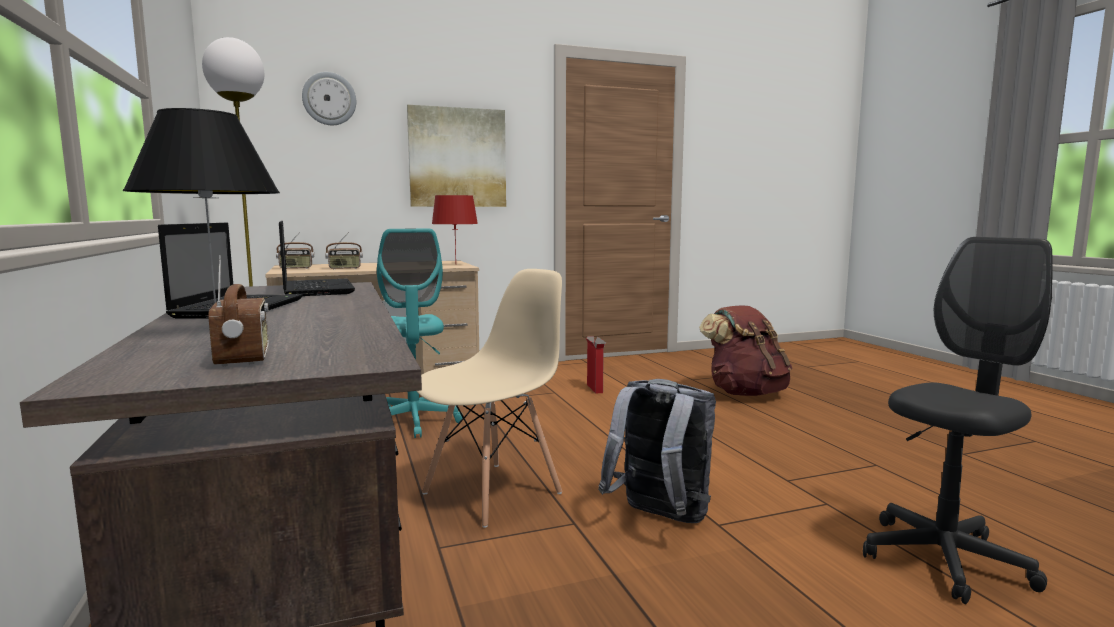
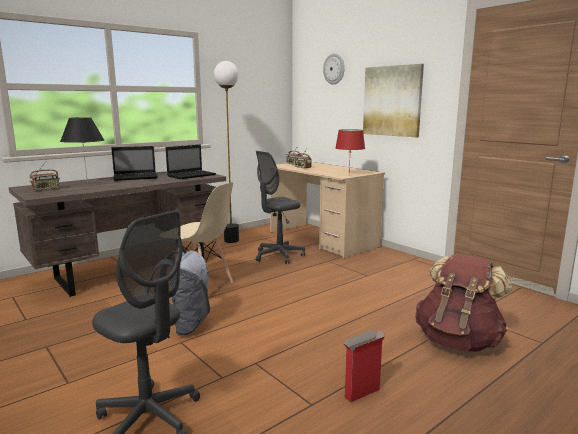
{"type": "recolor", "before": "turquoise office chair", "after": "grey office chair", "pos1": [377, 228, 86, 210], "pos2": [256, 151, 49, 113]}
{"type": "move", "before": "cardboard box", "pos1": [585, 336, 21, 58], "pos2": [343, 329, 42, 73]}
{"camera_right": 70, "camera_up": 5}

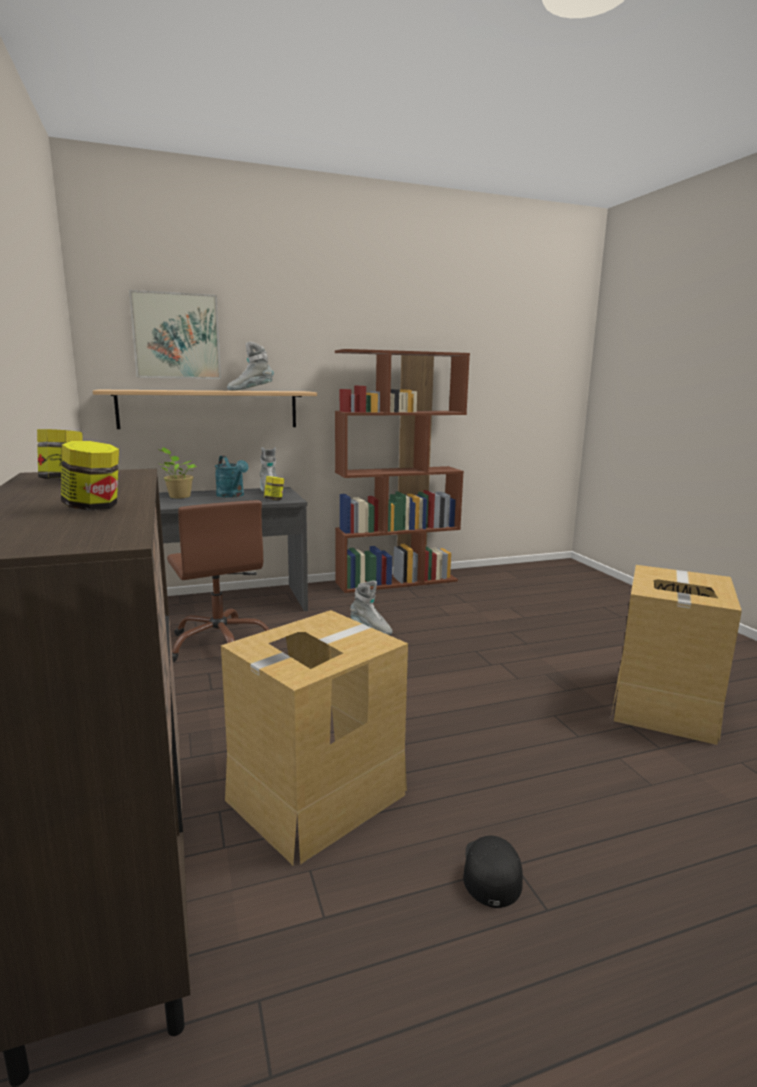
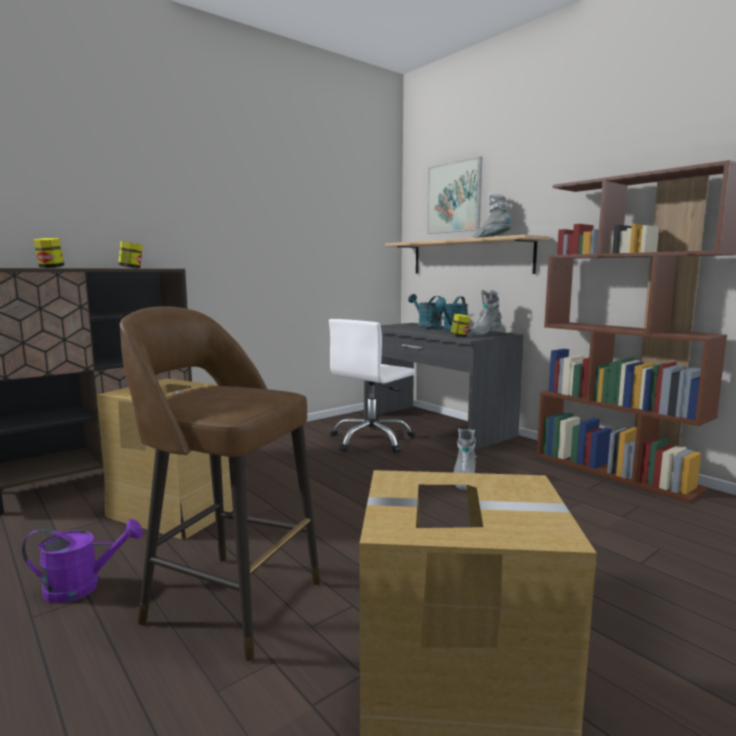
{"type": "replace", "before": "black cap", "after": "purple watering can", "pos1": [463, 836, 60, 72], "pos2": [22, 519, 121, 84]}
{"type": "insert", "after": "brown stool", "pos2": [120, 306, 201, 356]}
{"type": "recolor", "before": "brown office chair", "after": "white office chair", "pos1": [167, 500, 102, 162], "pos2": [329, 319, 86, 134]}
{"type": "replace", "before": "potted plant", "after": "turquoise watering can", "pos1": [158, 447, 39, 51], "pos2": [408, 294, 35, 35]}
{"camera_right": 70, "camera_up": -5}

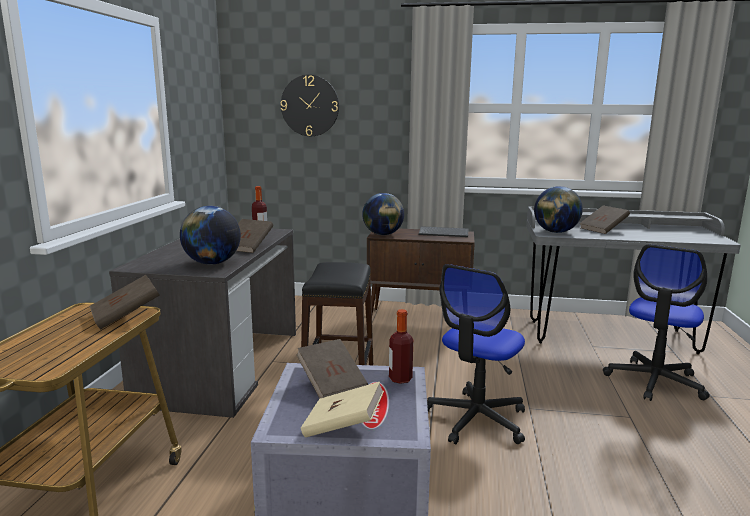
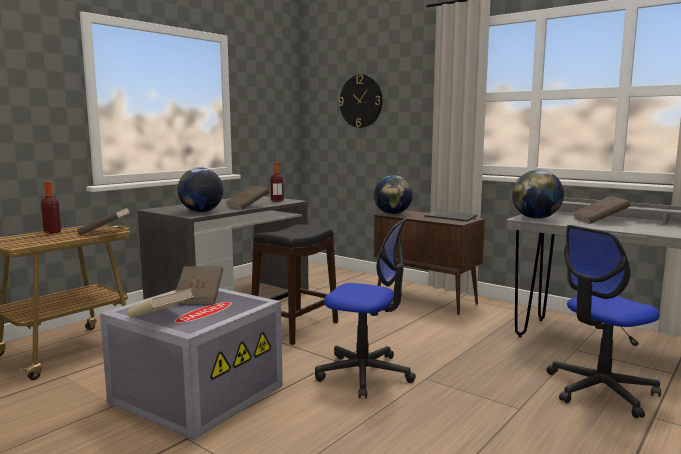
{"type": "move", "before": "bottle", "pos1": [389, 309, 24, 75], "pos2": [41, 181, 20, 53]}
{"type": "rotate", "before": "office chair", "pos1": [427, 264, 98, 180], "pos2": [315, 218, 101, 180], "turn": -135}
{"camera_right": 30, "camera_up": -5}

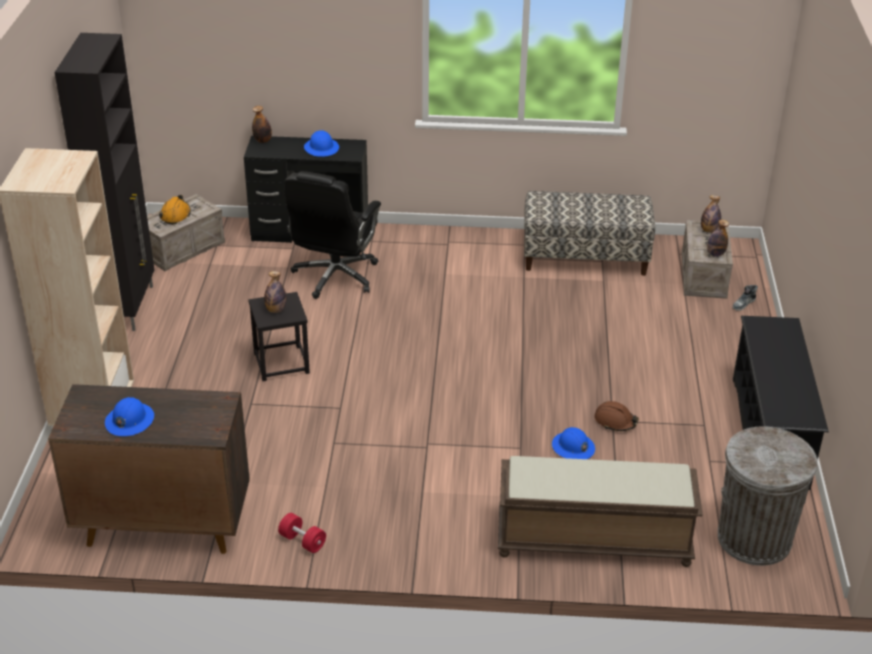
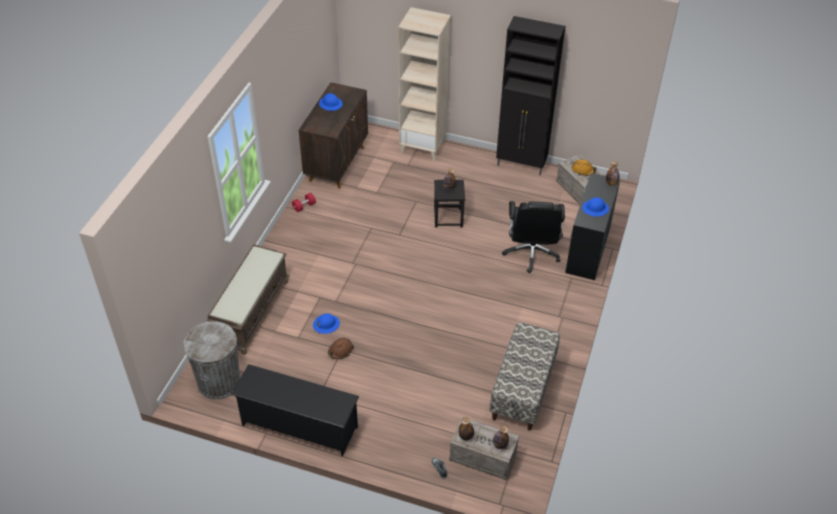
{"type": "rotate", "before": "black office chair", "pos1": [284, 171, 97, 128], "pos2": [502, 201, 63, 72], "turn": -120}
{"camera_right": 105, "camera_up": 10}

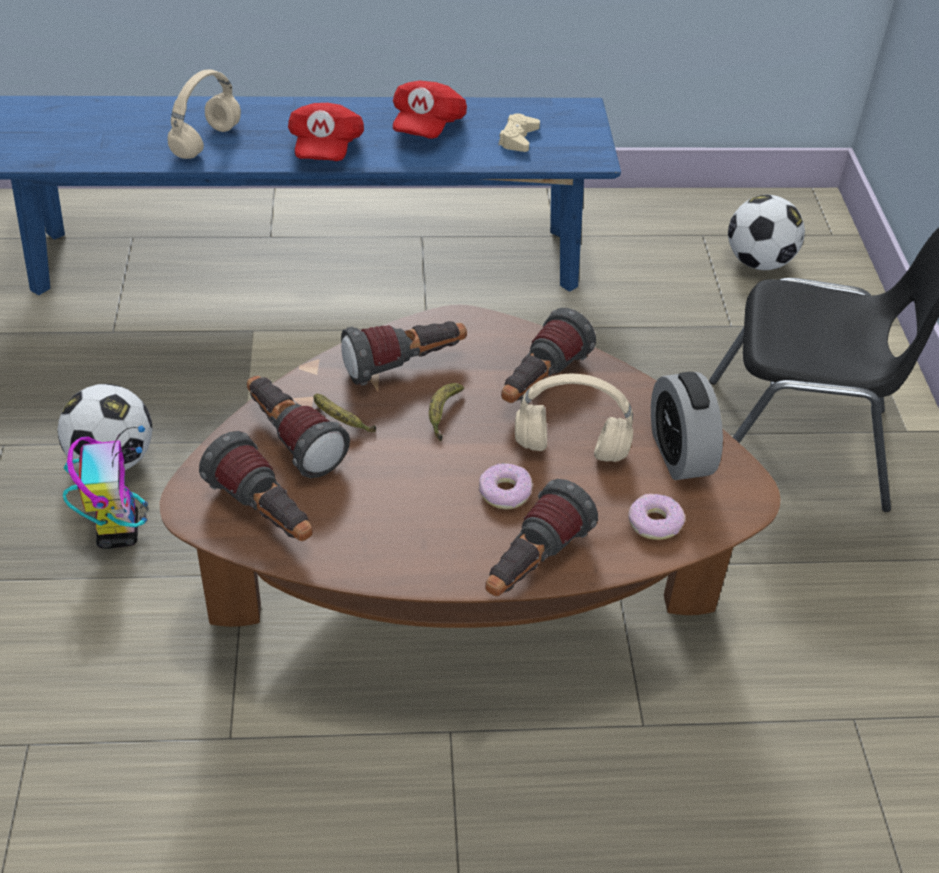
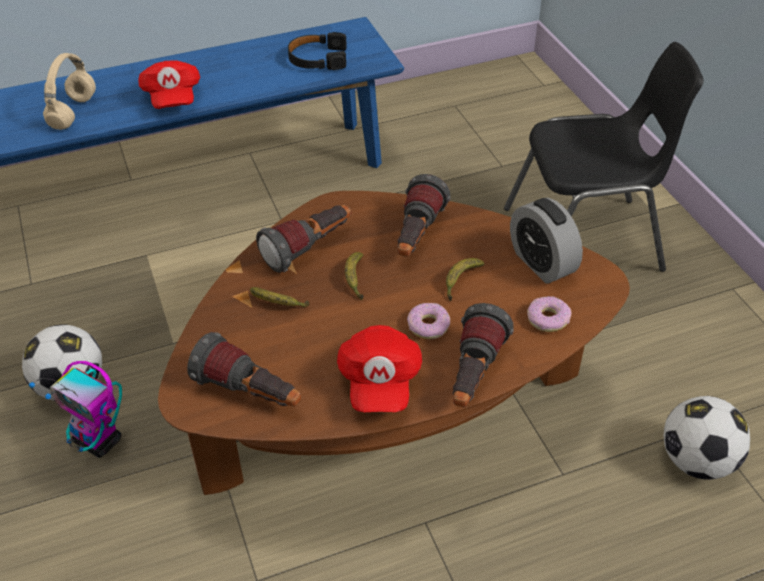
{"type": "rotate", "before": "toy robot", "pos1": [63, 425, 86, 124], "pos2": [28, 361, 94, 97], "turn": 150}
{"type": "replace", "before": "beige game controller", "after": "black headphones", "pos1": [498, 113, 42, 39], "pos2": [288, 32, 59, 38]}
{"type": "move", "before": "red cap", "pos1": [393, 81, 74, 58], "pos2": [337, 325, 85, 87]}
{"type": "replace", "before": "beige headphones", "after": "banana", "pos1": [515, 374, 118, 88], "pos2": [446, 258, 38, 43]}
{"type": "move", "before": "football", "pos1": [728, 194, 77, 76], "pos2": [664, 396, 86, 84]}
{"type": "delete", "before": "flashlight", "pos1": [247, 375, 103, 103]}
{"camera_right": -15, "camera_up": 0}

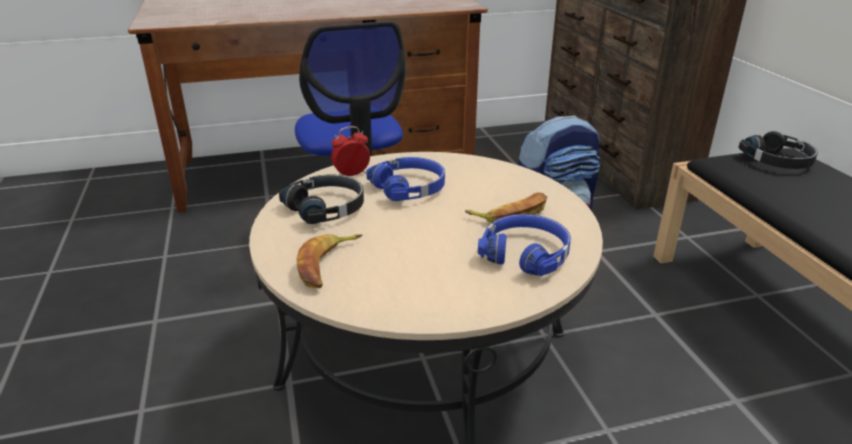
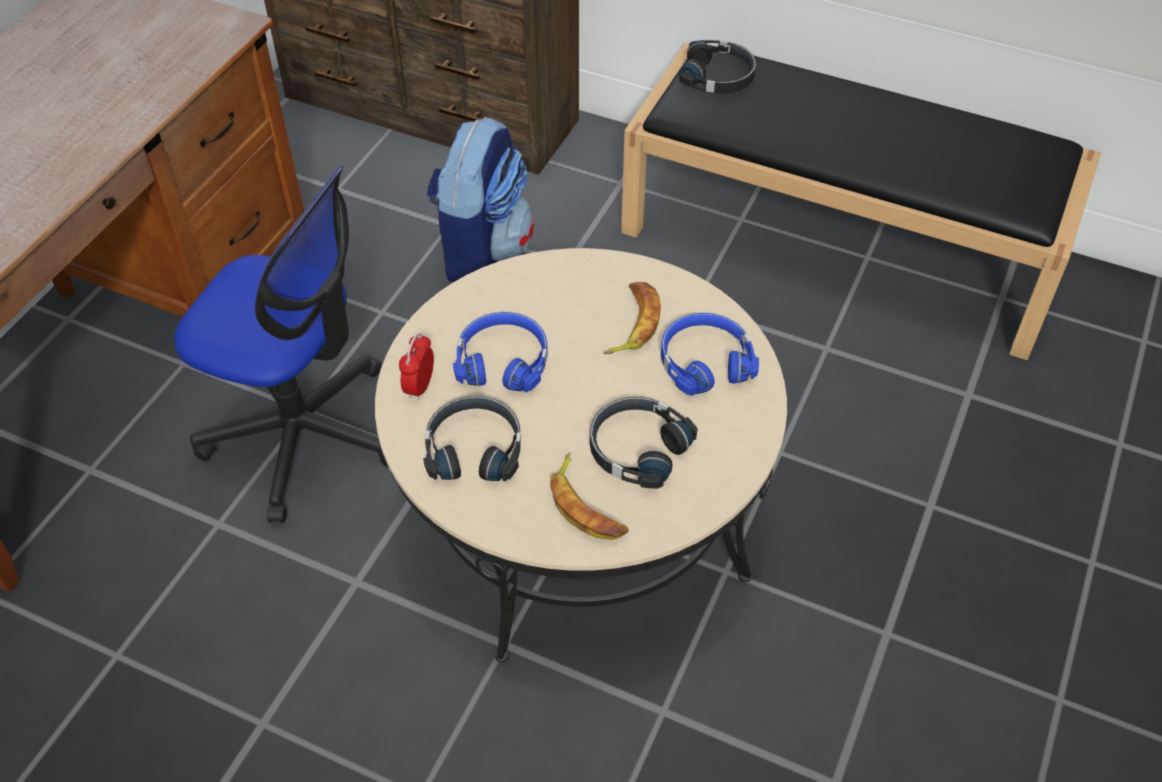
{"type": "insert", "after": "black headphones", "pos2": [590, 397, 107, 92]}
{"camera_right": -50, "camera_up": 20}

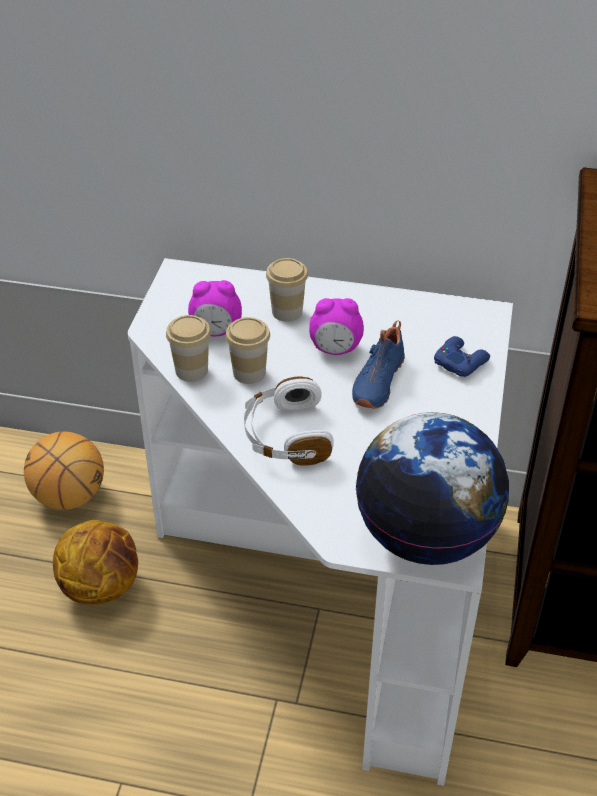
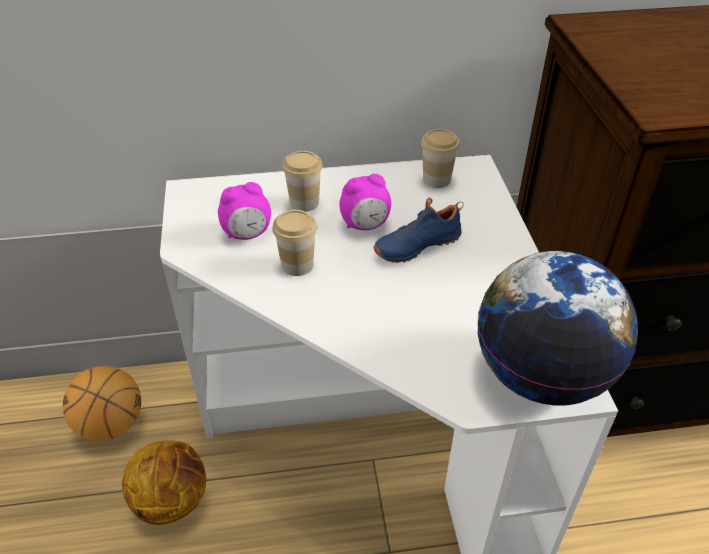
{"type": "rotate", "before": "blue shoe", "pos1": [352, 320, 53, 88], "pos2": [373, 197, 90, 66], "turn": 60}
{"type": "move", "before": "cup", "pos1": [166, 315, 45, 67], "pos2": [421, 129, 39, 59]}
{"type": "delete", "before": "white headphones", "pos1": [244, 376, 90, 89]}
{"type": "delete", "before": "blue game controller", "pos1": [434, 336, 56, 41]}
{"camera_right": -20, "camera_up": 0}

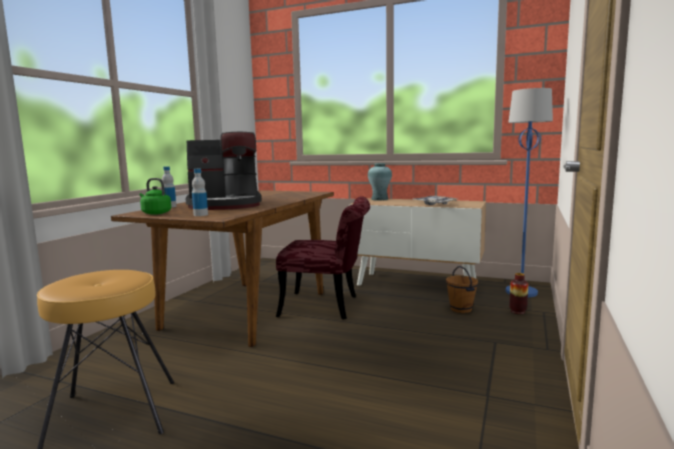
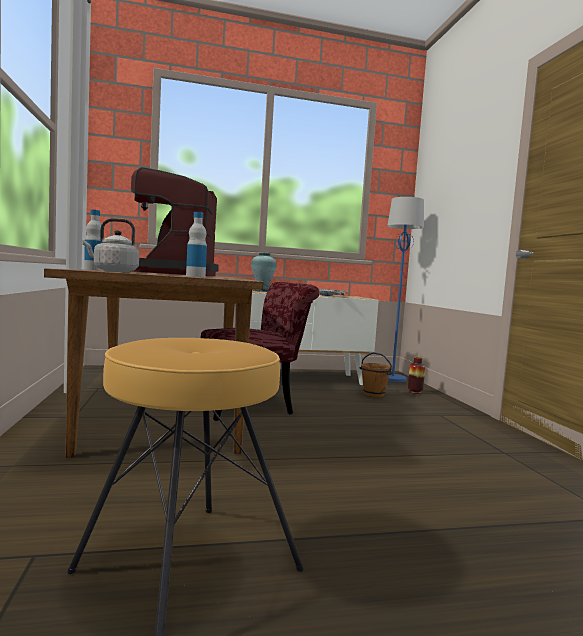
{"type": "recolor", "before": "green kettle", "after": "grey kettle", "pos1": [140, 178, 31, 37], "pos2": [83, 218, 56, 54]}
{"type": "rotate", "before": "coffee machine", "pos1": [185, 132, 77, 78], "pos2": [131, 167, 88, 109], "turn": 135}
{"camera_right": -35, "camera_up": -5}

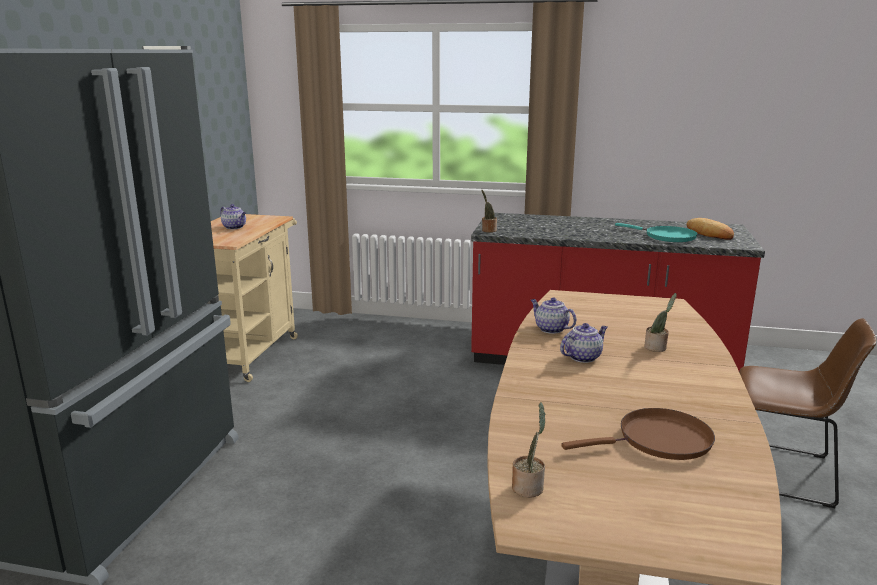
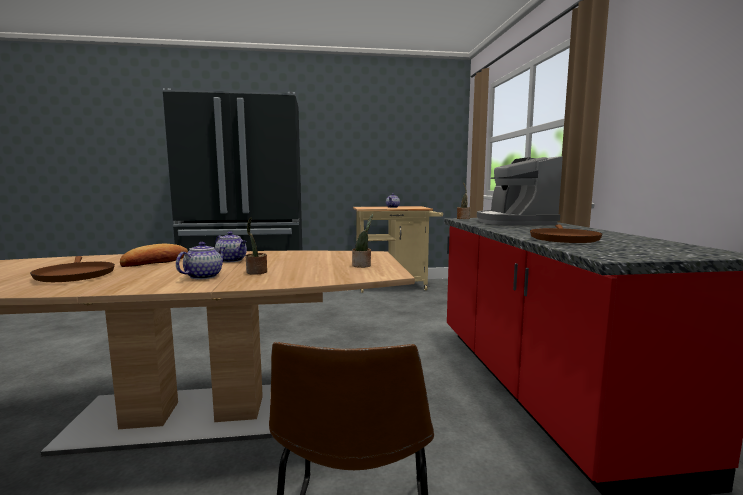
{"type": "move", "before": "bread", "pos1": [686, 218, 48, 22], "pos2": [120, 244, 68, 23]}
{"type": "move", "before": "teapot", "pos1": [531, 298, 45, 36], "pos2": [176, 242, 50, 37]}
{"type": "move", "before": "potted plant", "pos1": [512, 402, 33, 96], "pos2": [352, 214, 21, 54]}
{"type": "insert", "after": "coffee machine", "pos2": [477, 156, 86, 69]}
{"type": "recolor", "before": "turquoise frying pan", "after": "brown frying pan", "pos1": [615, 223, 83, 19], "pos2": [530, 225, 73, 18]}
{"camera_right": 70, "camera_up": -10}

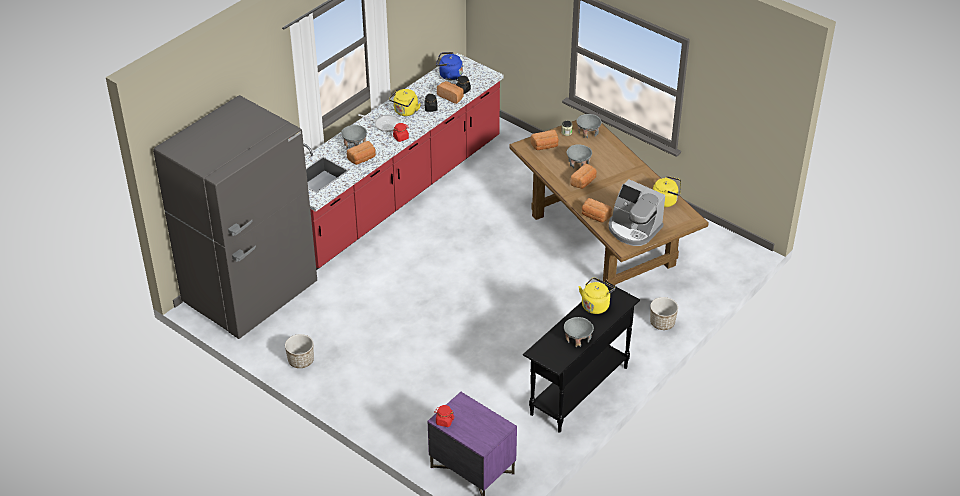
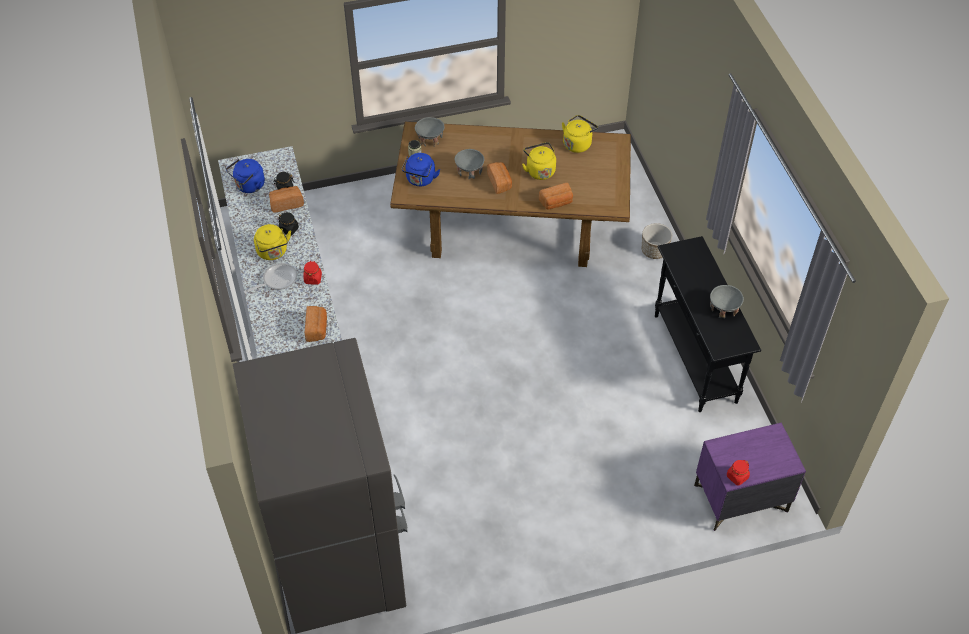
{"type": "replace", "before": "bread", "after": "blue kettle", "pos1": [531, 130, 28, 20], "pos2": [402, 153, 38, 33]}
{"type": "move", "before": "yellow kettle", "pos1": [579, 277, 36, 37], "pos2": [522, 142, 34, 38]}
{"type": "delete", "before": "planter", "pos1": [285, 334, 29, 34]}
{"type": "delete", "before": "grey bowl", "pos1": [341, 125, 26, 23]}
{"type": "delete", "before": "coffee machine", "pos1": [609, 179, 56, 67]}
{"camera_right": -55, "camera_up": 10}

